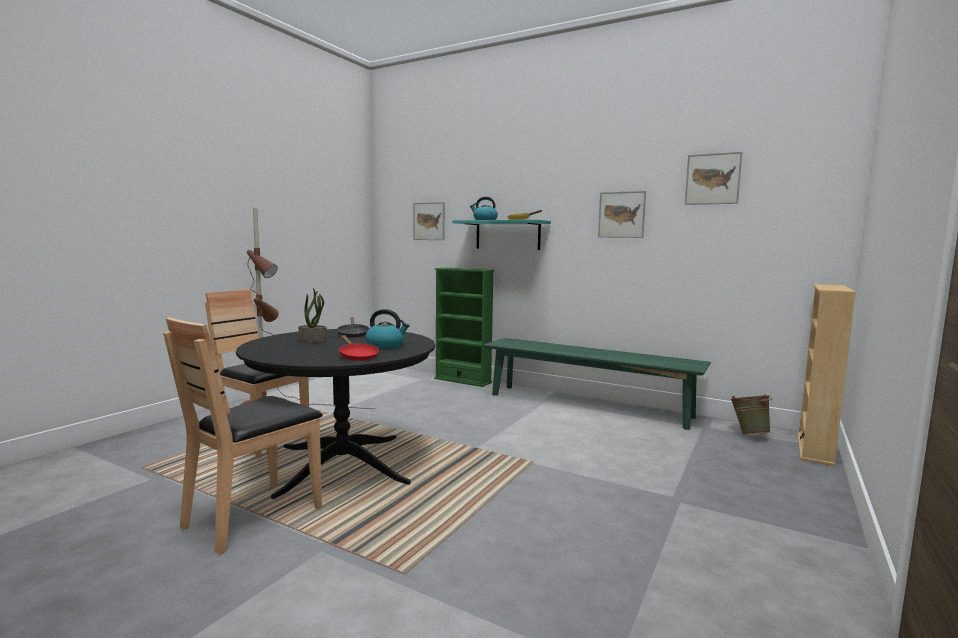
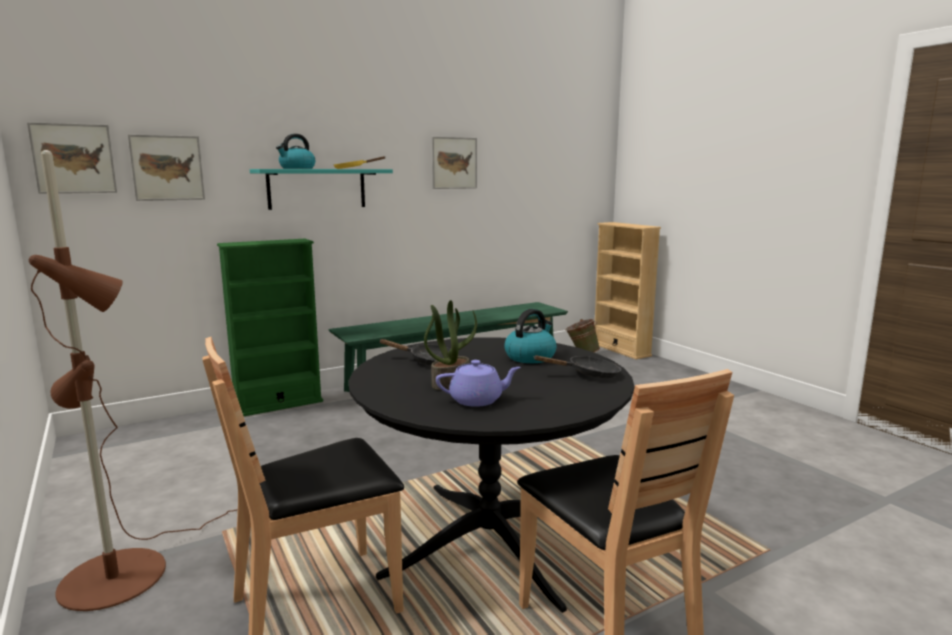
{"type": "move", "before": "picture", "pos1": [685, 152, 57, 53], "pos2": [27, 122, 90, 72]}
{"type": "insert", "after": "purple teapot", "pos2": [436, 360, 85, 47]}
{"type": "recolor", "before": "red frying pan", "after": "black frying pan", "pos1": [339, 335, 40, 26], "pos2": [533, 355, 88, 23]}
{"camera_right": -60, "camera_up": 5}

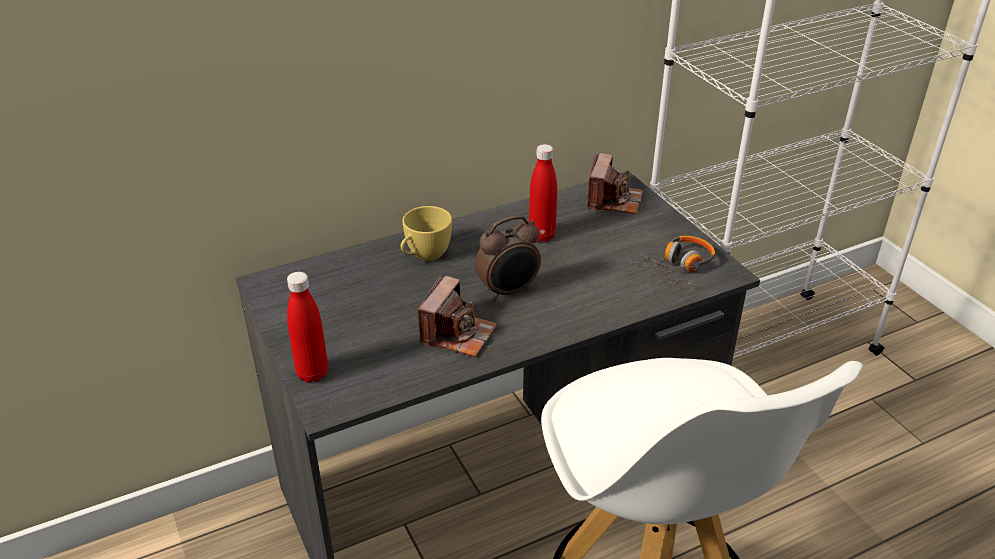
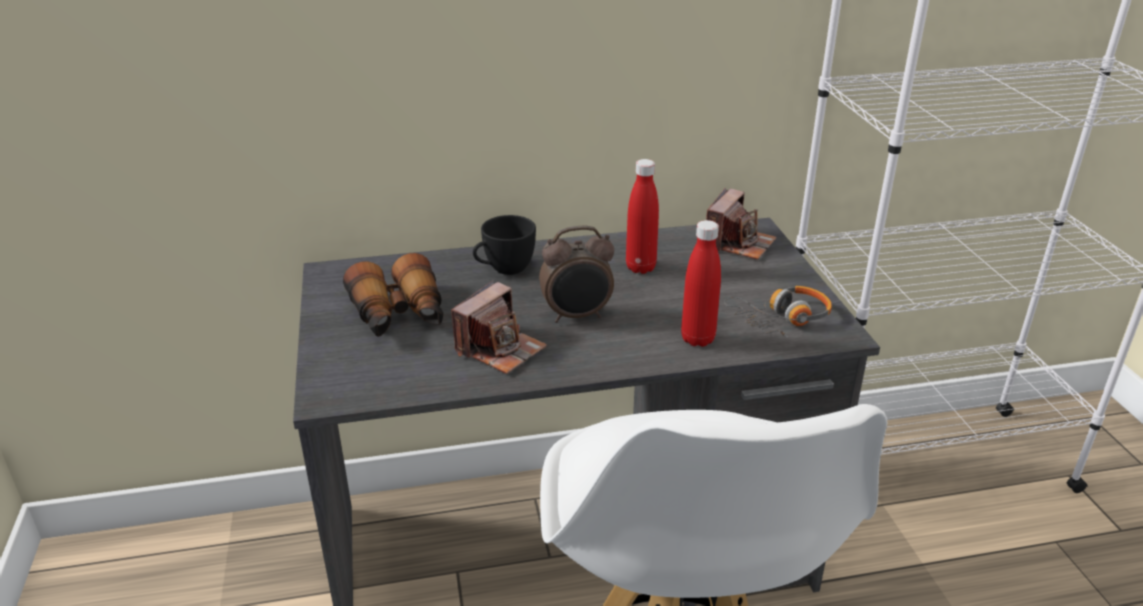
{"type": "insert", "after": "binoculars", "pos2": [343, 253, 101, 84]}
{"type": "recolor", "before": "yellow cup", "after": "black cup", "pos1": [401, 206, 51, 55], "pos2": [473, 215, 63, 60]}
{"type": "move", "before": "red bottle", "pos1": [287, 272, 41, 111], "pos2": [681, 220, 40, 127]}
{"camera_right": 15, "camera_up": -5}

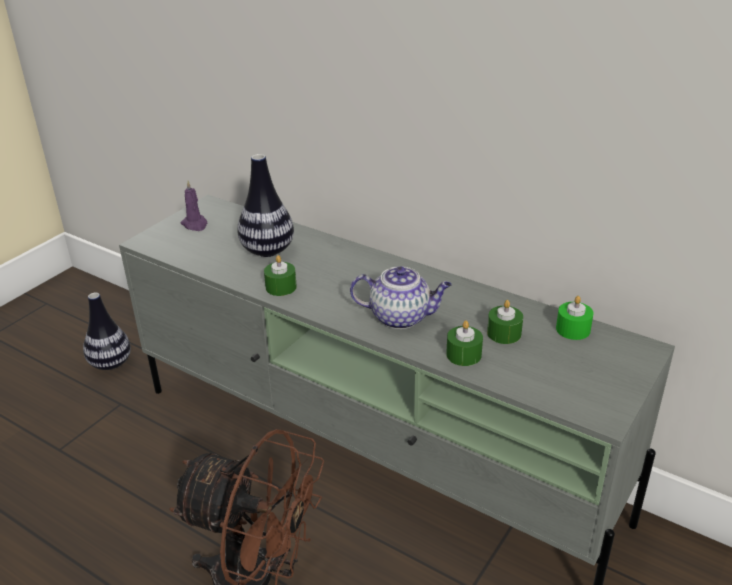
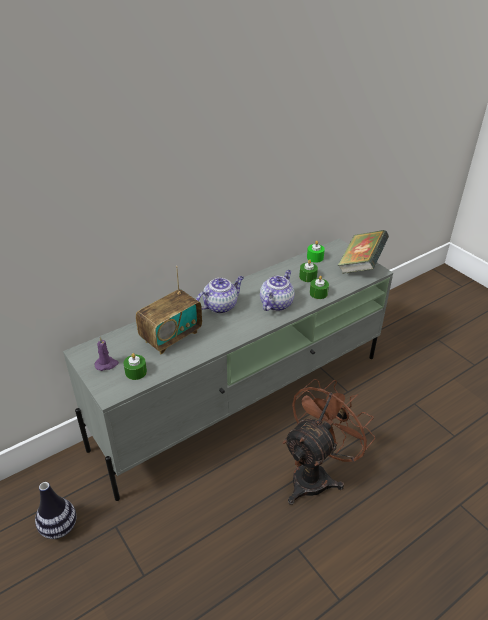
{"type": "move", "before": "green candle", "pos1": [264, 255, 33, 41], "pos2": [123, 353, 24, 27]}
{"type": "replace", "before": "vase", "after": "radio", "pos1": [237, 154, 57, 103], "pos2": [136, 266, 66, 88]}
{"type": "insert", "after": "teapot", "pos2": [196, 276, 48, 38]}
{"type": "insert", "after": "book", "pos2": [338, 230, 51, 44]}
{"camera_right": -70, "camera_up": 5}

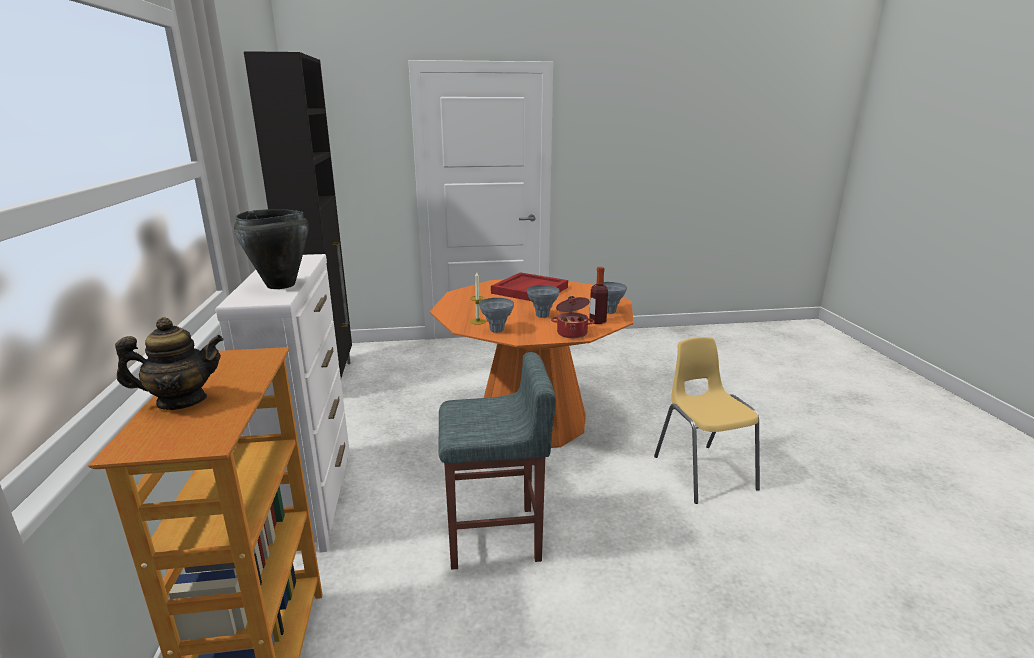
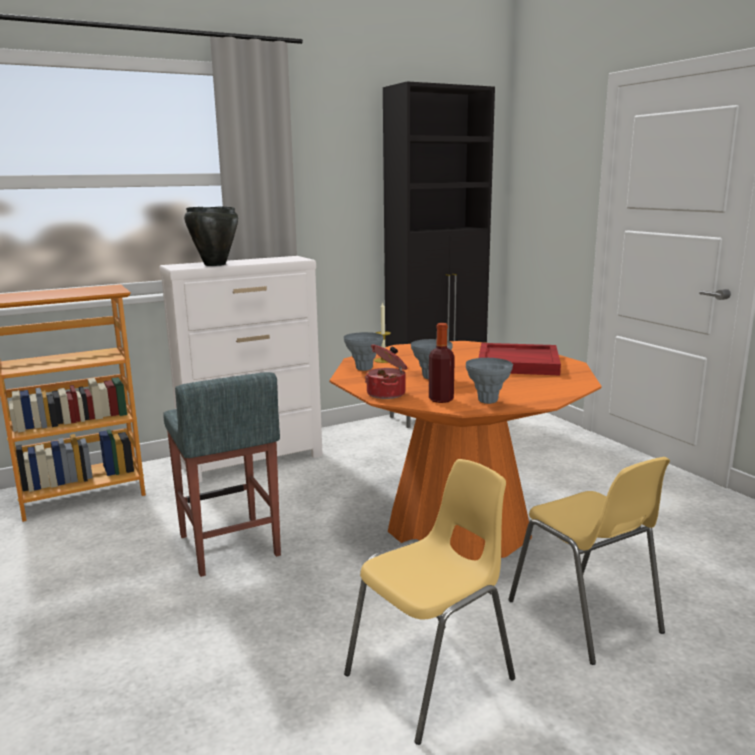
{"type": "insert", "after": "yellow chair", "pos2": [508, 457, 162, 208]}
{"type": "delete", "before": "teapot", "pos1": [115, 317, 108, 93]}
{"camera_right": 70, "camera_up": -5}

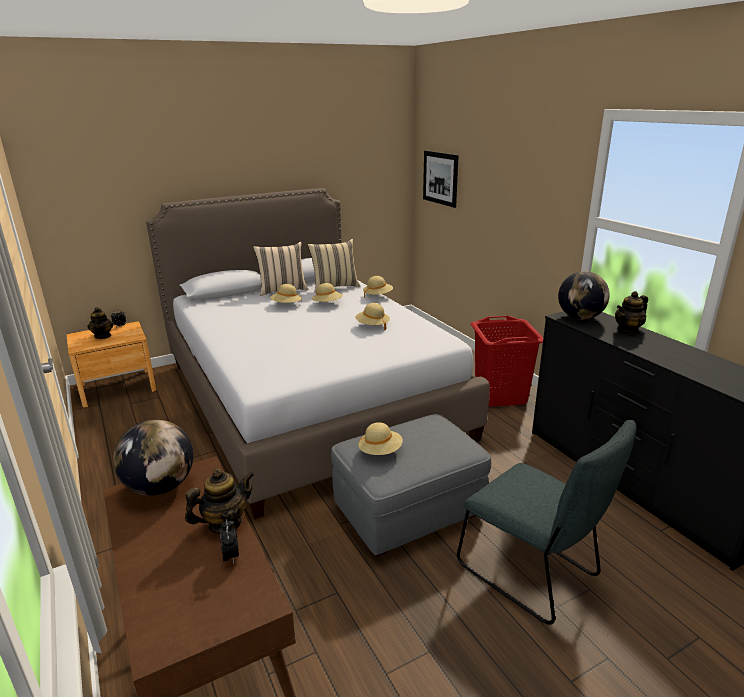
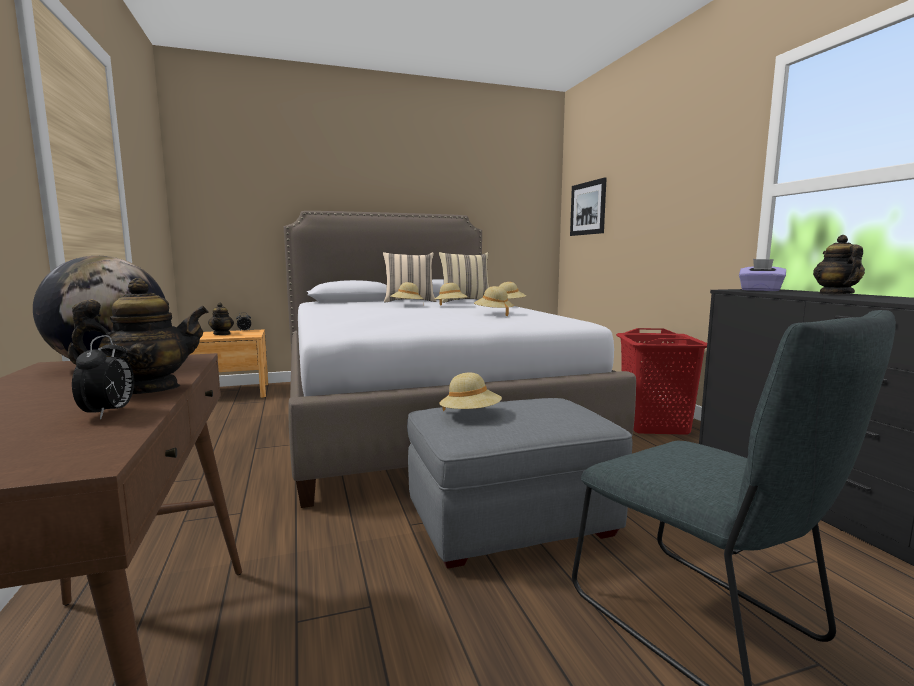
{"type": "replace", "before": "globe", "after": "purple tissue box", "pos1": [558, 271, 52, 49], "pos2": [739, 259, 47, 32]}
{"type": "rotate", "before": "teapot", "pos1": [615, 291, 33, 44], "pos2": [813, 235, 52, 59], "turn": 120}
{"camera_right": 10, "camera_up": -15}

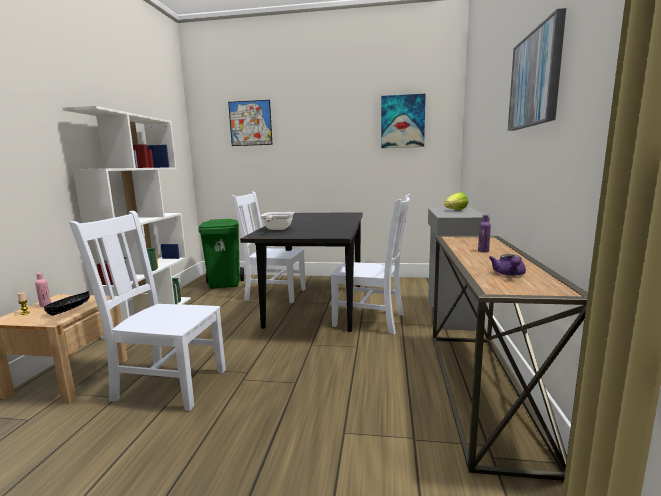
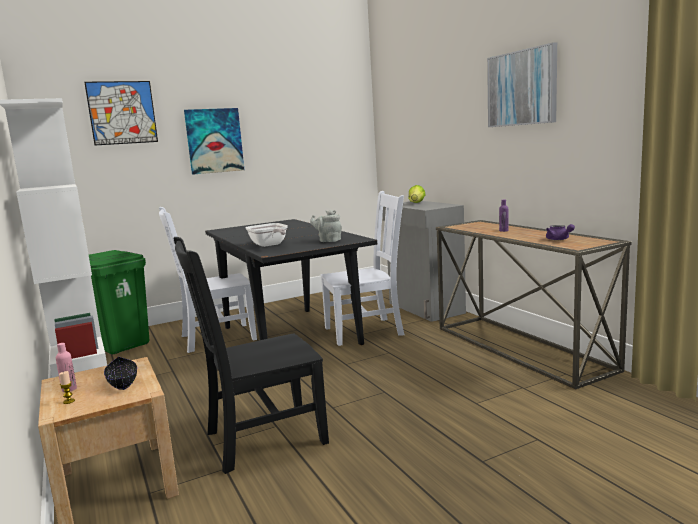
{"type": "recolor", "before": "white chair", "after": "black chair", "pos1": [69, 211, 157, 200], "pos2": [173, 237, 156, 237]}
{"type": "move", "before": "picture", "pos1": [381, 94, 45, 54], "pos2": [184, 108, 60, 66]}
{"type": "insert", "after": "grey teapot", "pos2": [310, 210, 32, 32]}
{"camera_right": -35, "camera_up": 0}

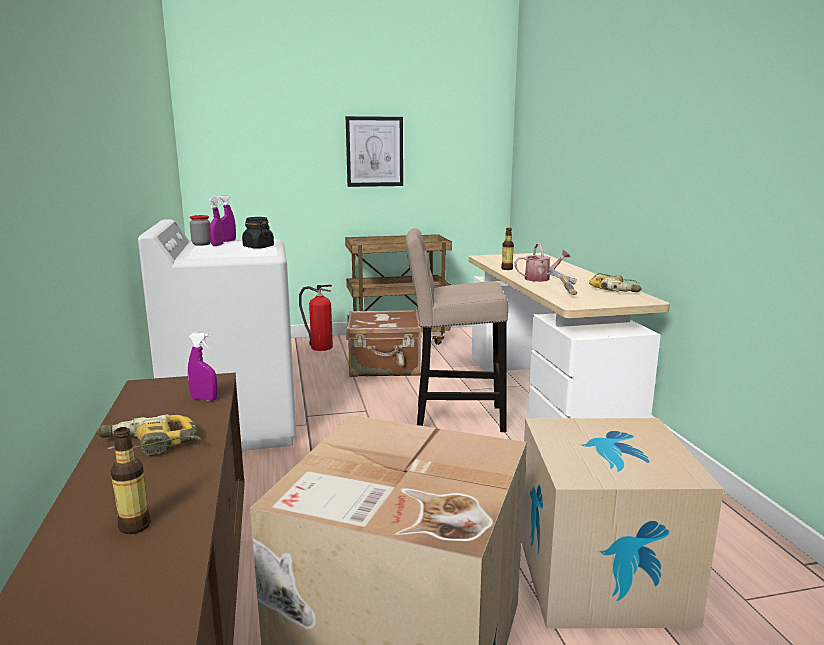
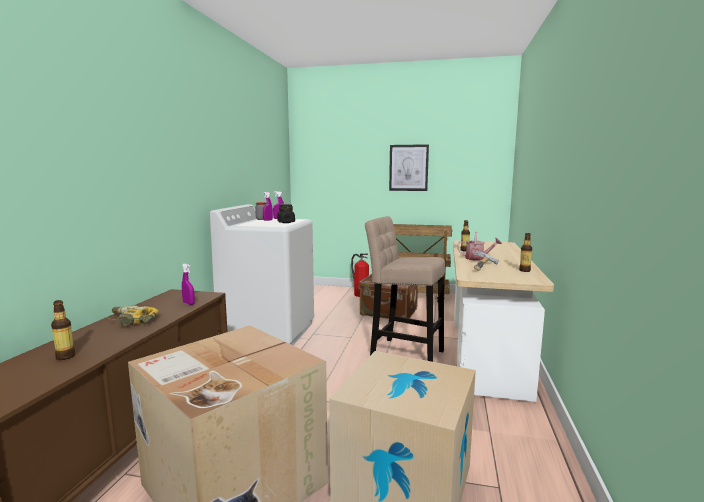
{"type": "replace", "before": "power drill", "after": "bottle", "pos1": [589, 273, 53, 19], "pos2": [519, 233, 13, 39]}
{"camera_right": 25, "camera_up": -5}

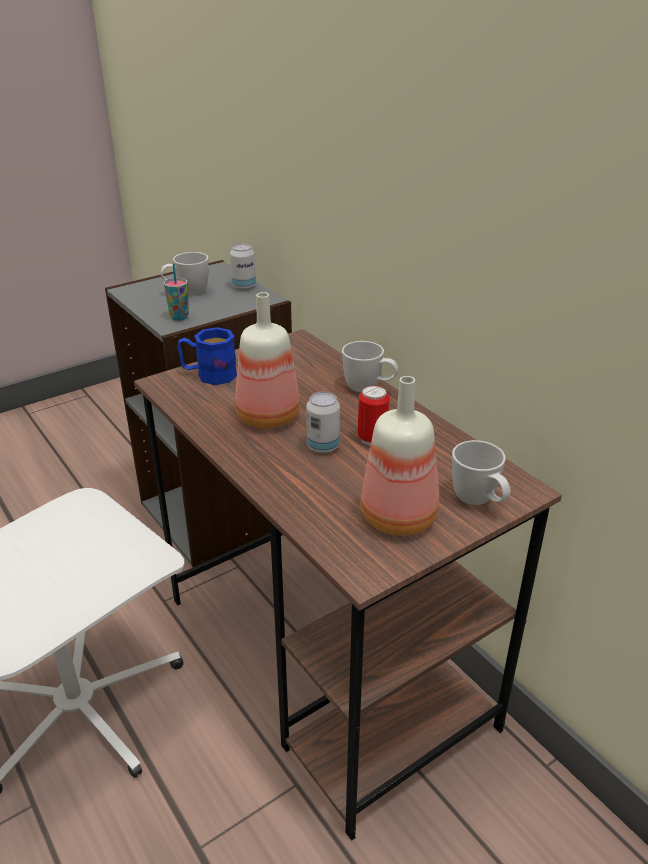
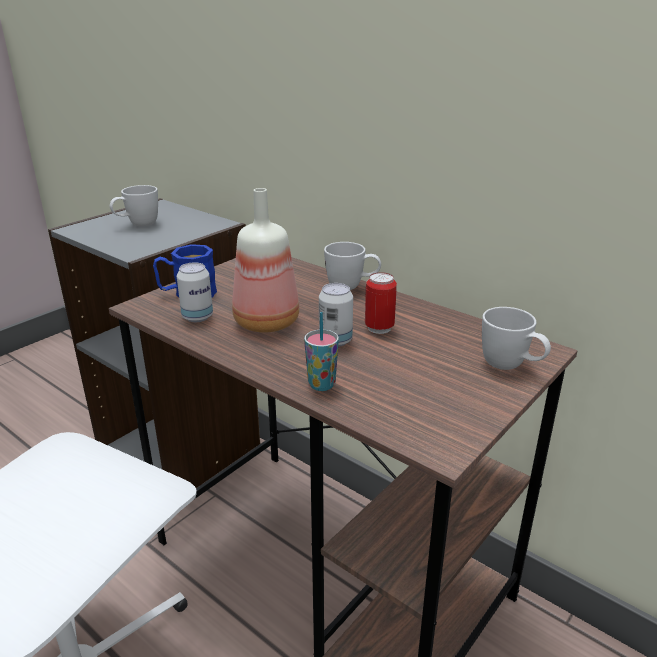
{"type": "move", "before": "can", "pos1": [230, 244, 26, 46], "pos2": [177, 262, 36, 60]}
{"type": "move", "before": "cup", "pos1": [164, 264, 25, 57], "pos2": [304, 312, 35, 79]}
{"type": "delete", "before": "bottle", "pos1": [360, 376, 79, 160]}
{"camera_right": -15, "camera_up": -5}

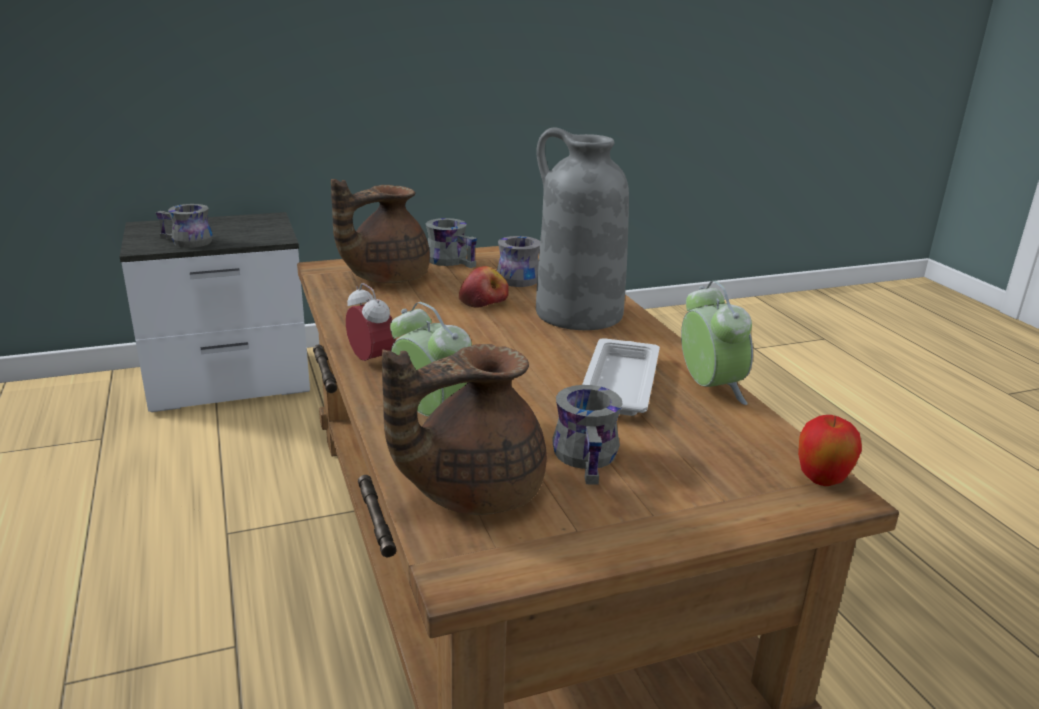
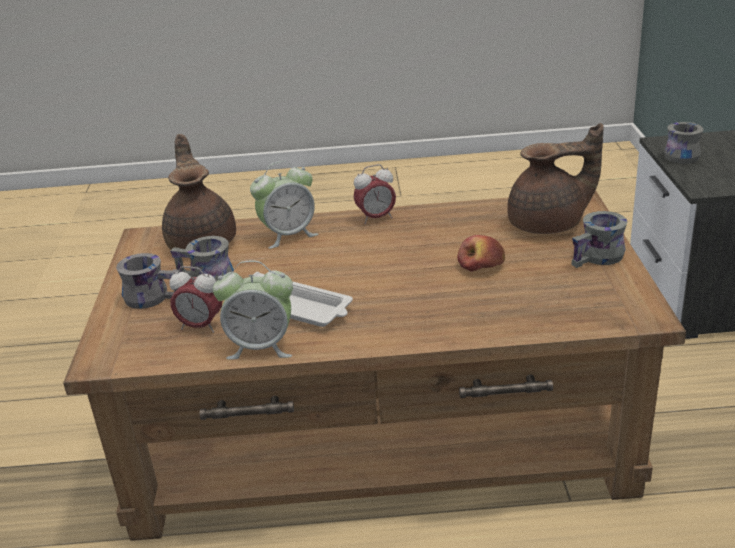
{"type": "move", "before": "grey mug", "pos1": [497, 236, 43, 51], "pos2": [116, 253, 63, 56]}
{"type": "insert", "after": "alarm clock", "pos2": [169, 266, 53, 67]}
{"type": "rotate", "before": "brown teapot", "pos1": [331, 179, 99, 105], "pos2": [507, 123, 97, 111], "turn": 105}
{"type": "delete", "before": "grey vase", "pos1": [536, 127, 93, 203]}
{"type": "delete", "before": "apple", "pos1": [798, 415, 64, 71]}
{"camera_right": 110, "camera_up": 5}

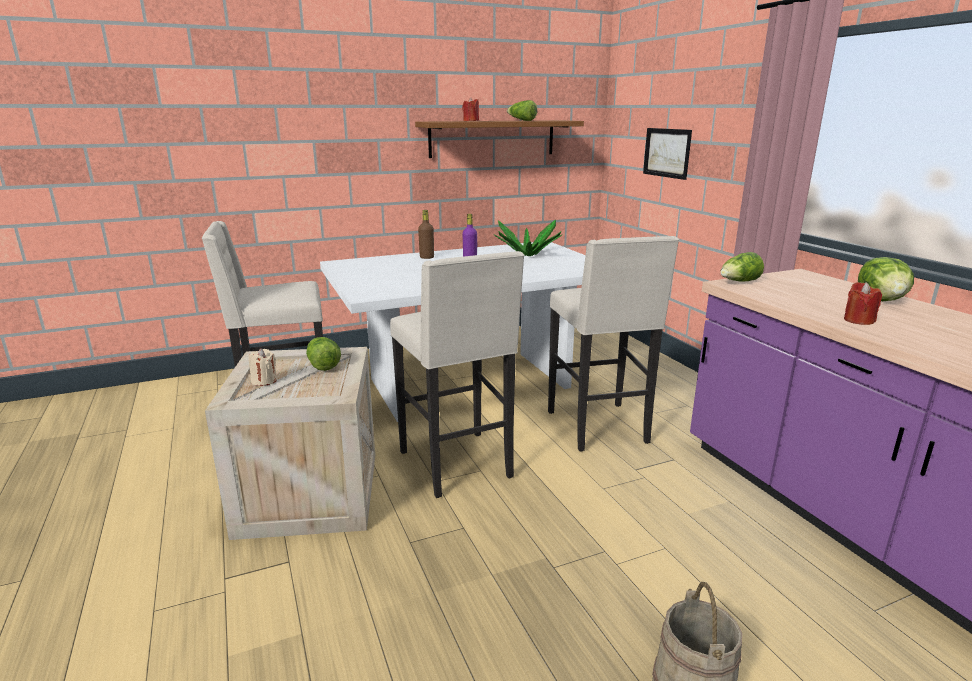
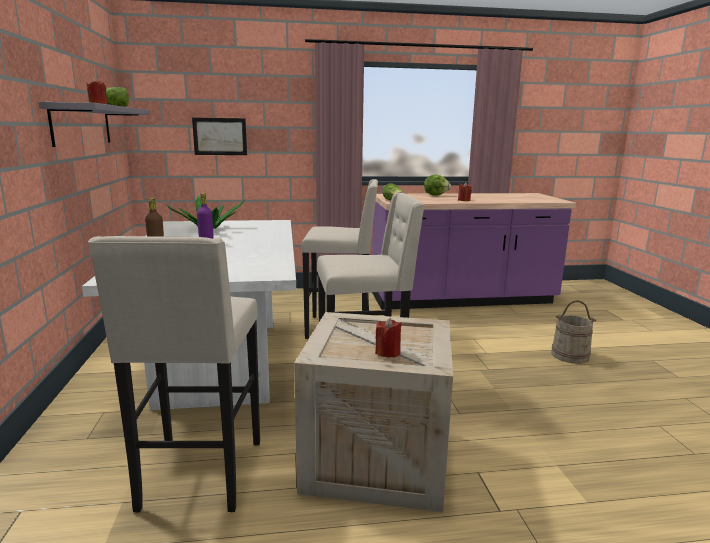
{"type": "recolor", "before": "brown shelf", "after": "grey shelf", "pos1": [415, 120, 169, 38], "pos2": [39, 102, 111, 45]}
{"type": "recolor", "before": "beige candle", "after": "red candle", "pos1": [249, 348, 28, 38], "pos2": [375, 318, 27, 40]}
{"type": "delete", "before": "lettuce", "pos1": [306, 337, 35, 34]}
{"camera_right": -75, "camera_up": -5}

